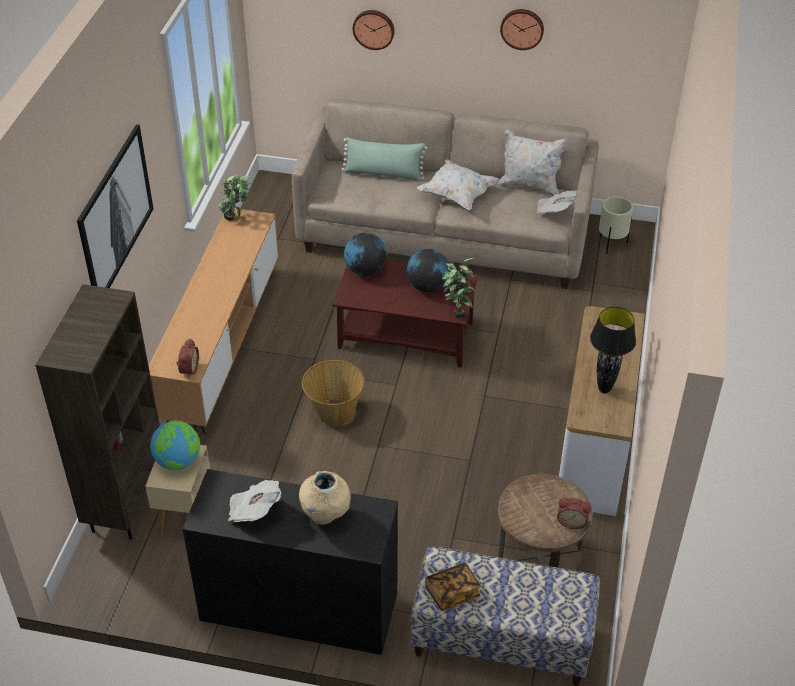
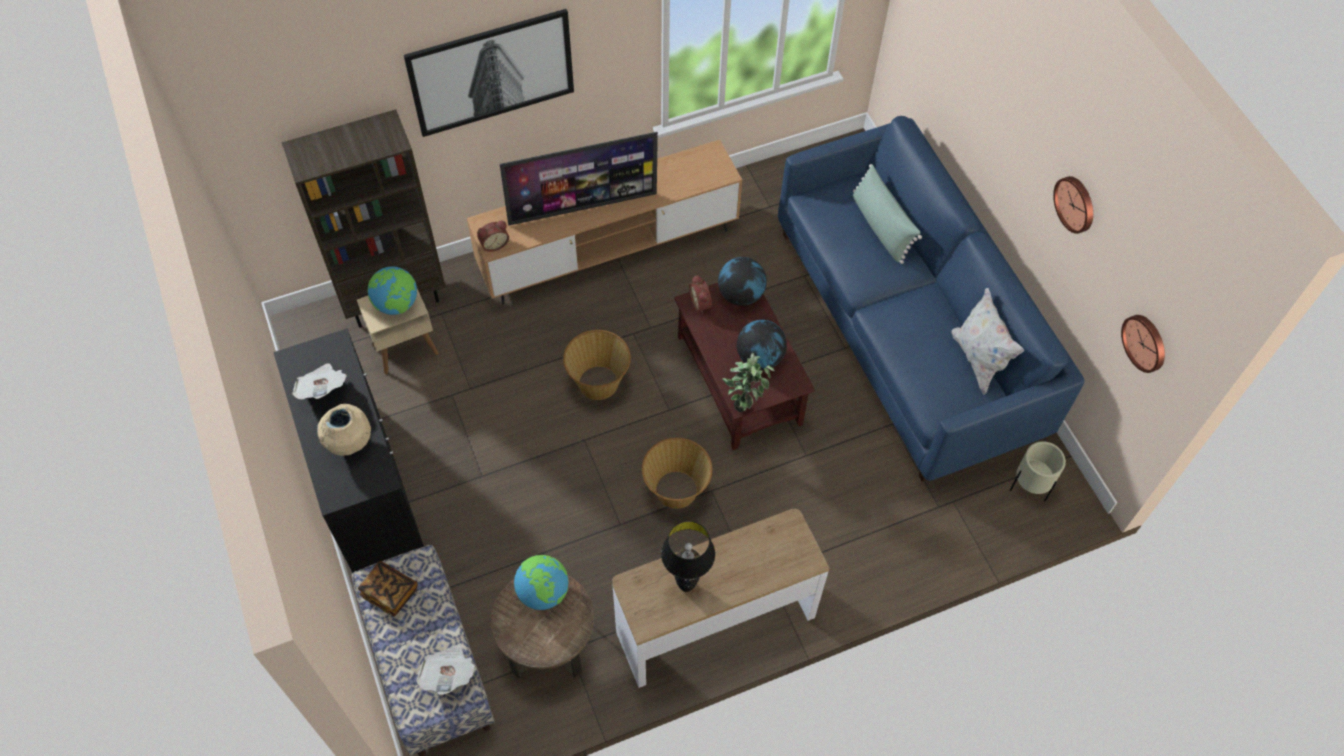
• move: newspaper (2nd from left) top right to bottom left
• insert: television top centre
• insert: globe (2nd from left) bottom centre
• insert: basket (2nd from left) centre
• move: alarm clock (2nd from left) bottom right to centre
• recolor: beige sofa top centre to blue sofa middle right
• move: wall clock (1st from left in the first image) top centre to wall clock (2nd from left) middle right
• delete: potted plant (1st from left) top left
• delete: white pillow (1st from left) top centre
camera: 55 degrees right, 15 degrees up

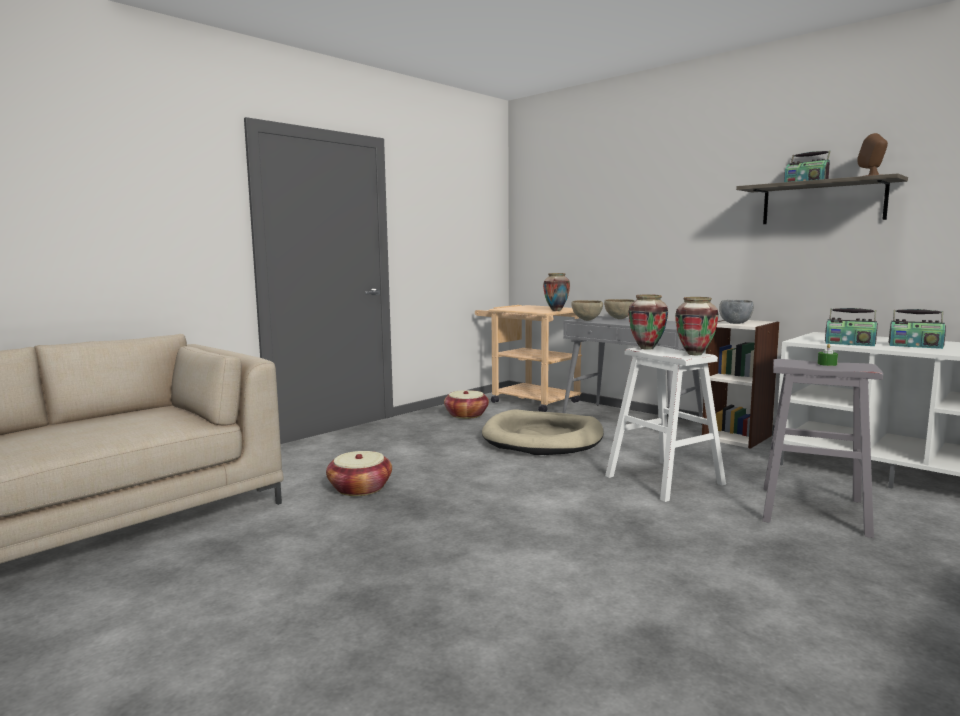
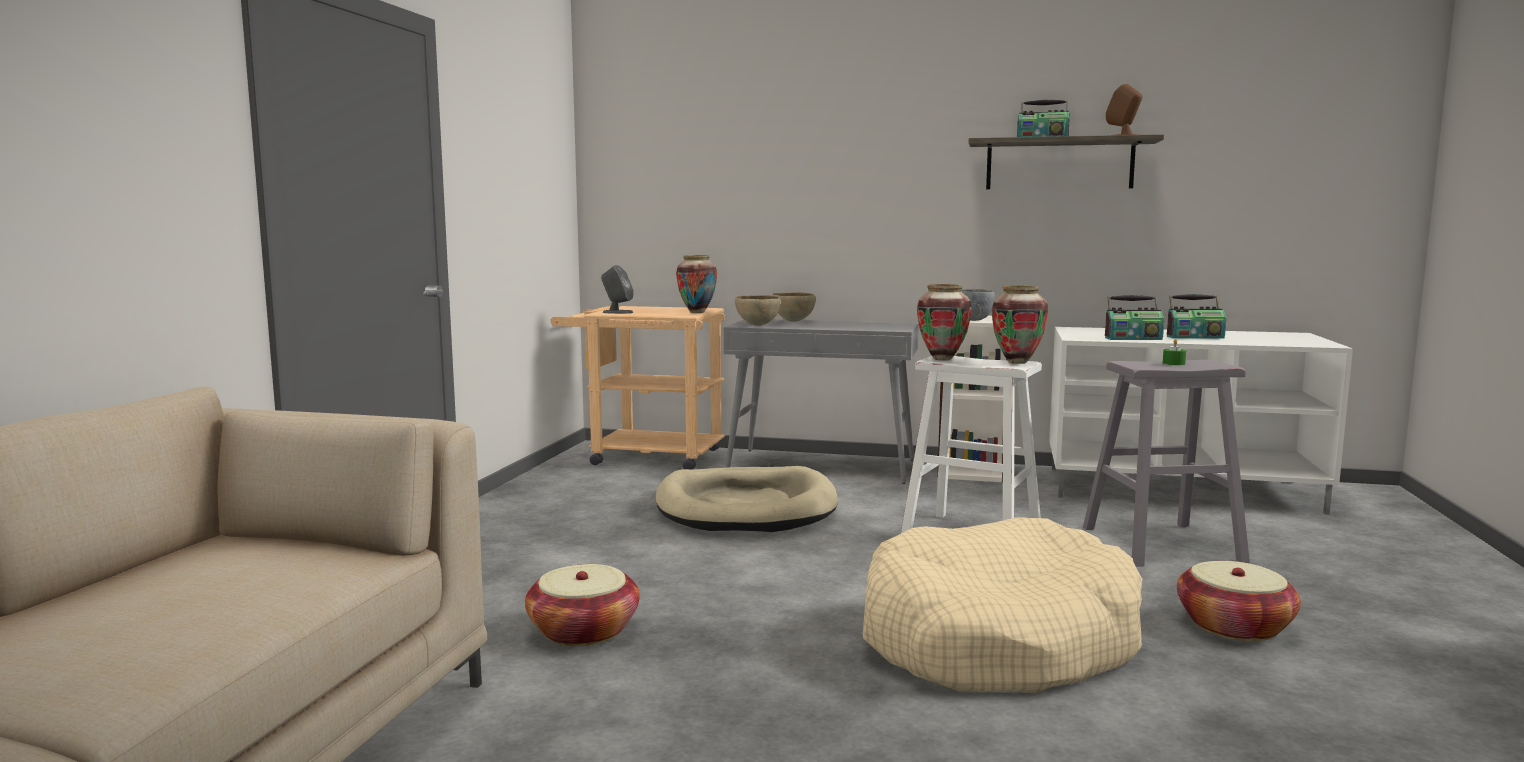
• insert: grey speaker centre
• insert: beige dog bed (2nd from left) bottom centre
• move: basket (2nd from left) centre to bottom right
camera: 30 degrees left, 0 degrees up

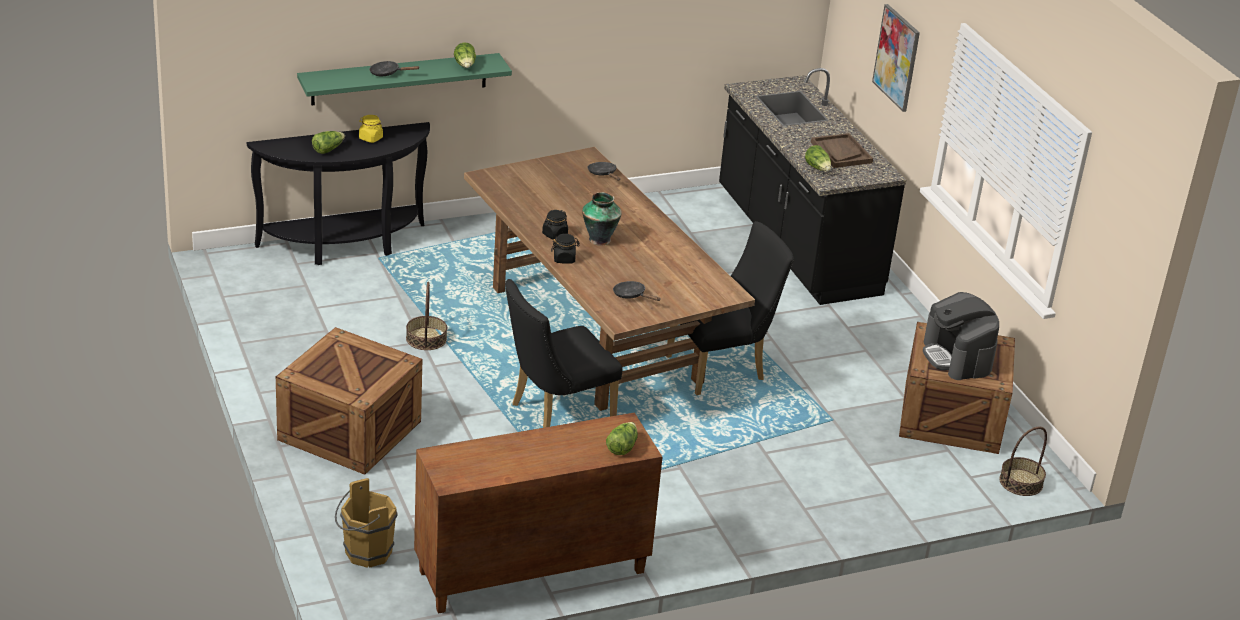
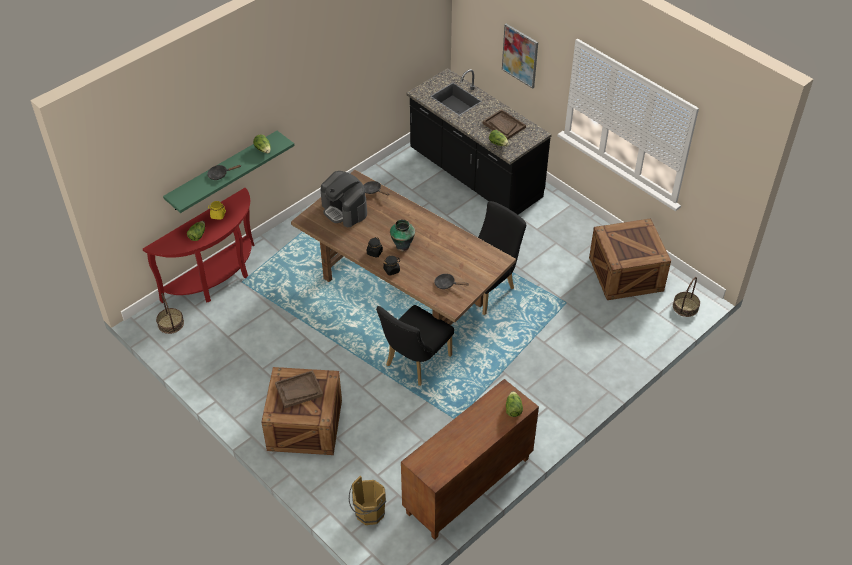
• recolor: black console table top left to red console table middle left
• move: basket (1st from left) centre to middle left
• insert: brown tray (1st from left) bottom centre
• move: coffee machine middle right to centre
camera: 20 degrees left, 15 degrees up

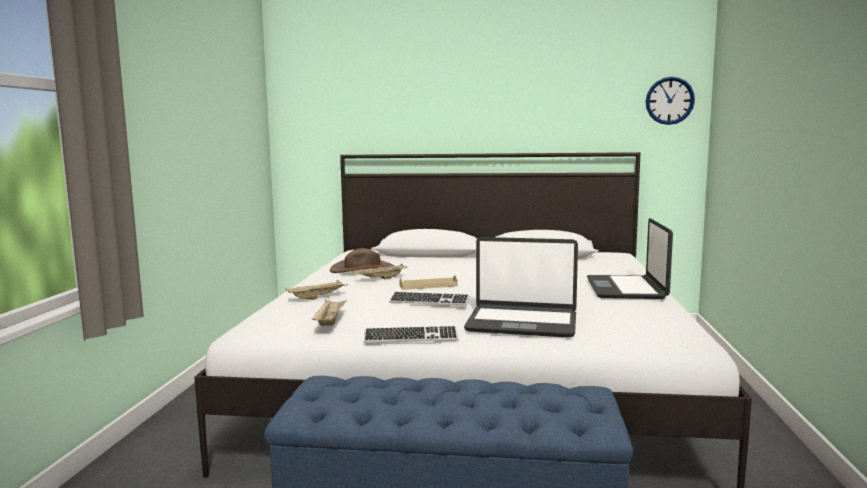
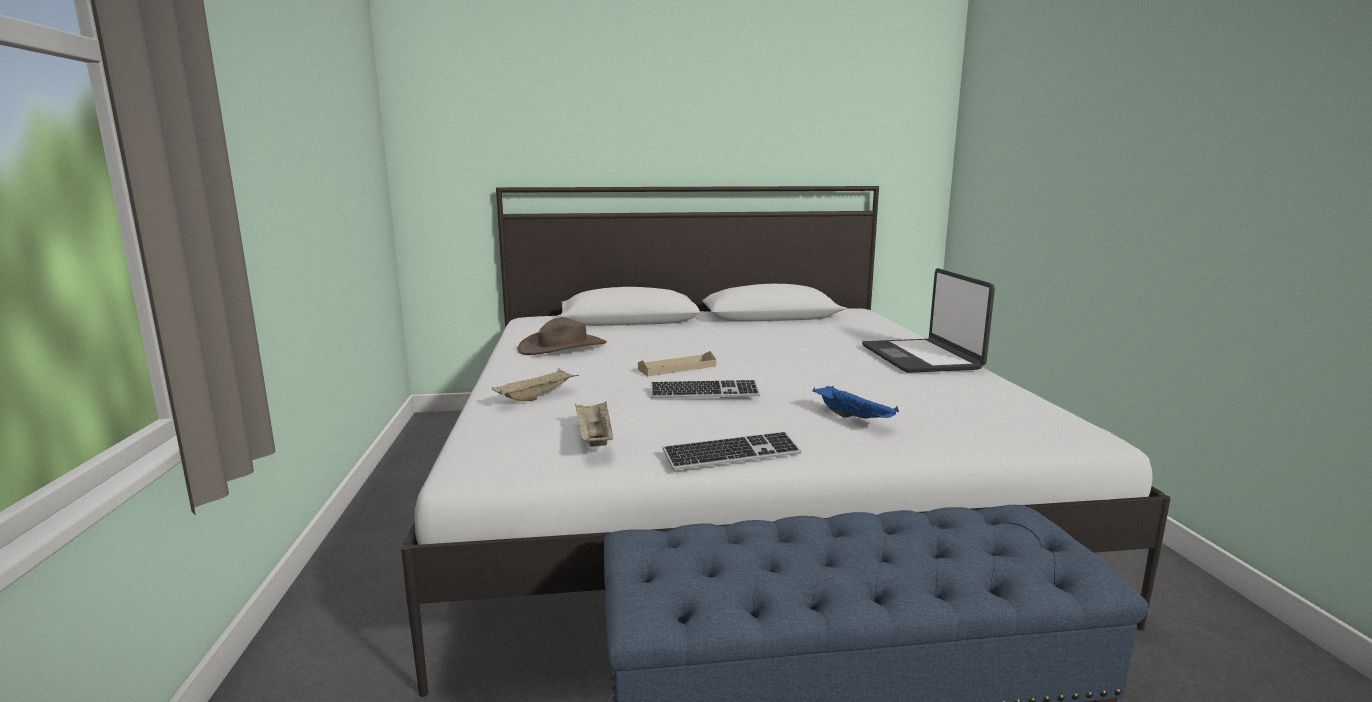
• replace: laptop (1st from left) centre to blue tray centre
• delete: beige tray (3rd from left) centre
• delete: wall clock top right
camera: 15 degrees left, 5 degrees up

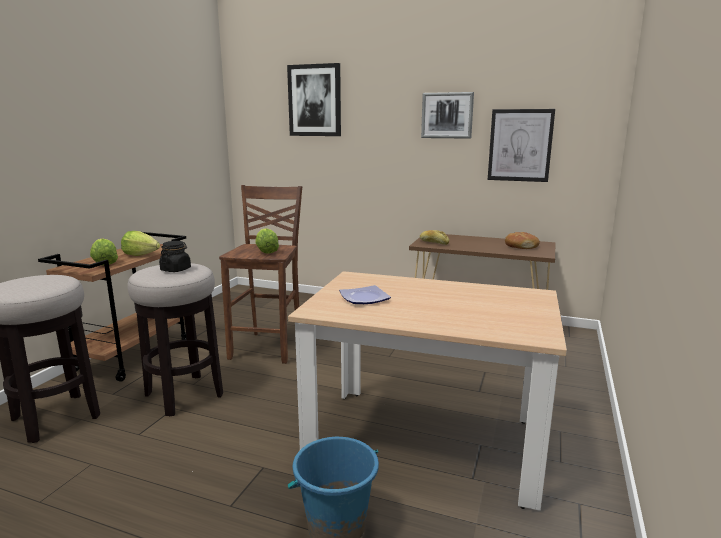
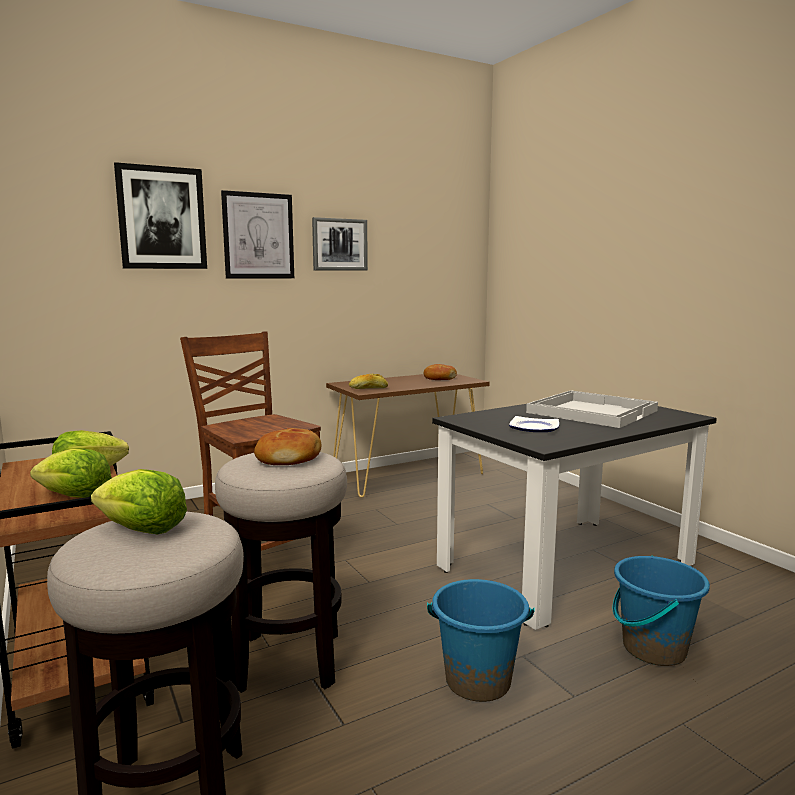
• move: lettuce (3rd from left) centre to middle left
• move: picture (3rd from left in the first image) top right to picture (2nd from left) top left
• replace: black jar middle left to bread (1st from left) centre
• insert: blue bucket (1st from left) bottom centre
• recolor: beige dining table bottom centre to black dining table middle right
• insert: white tray middle right
camera: 50 degrees left, 5 degrees down

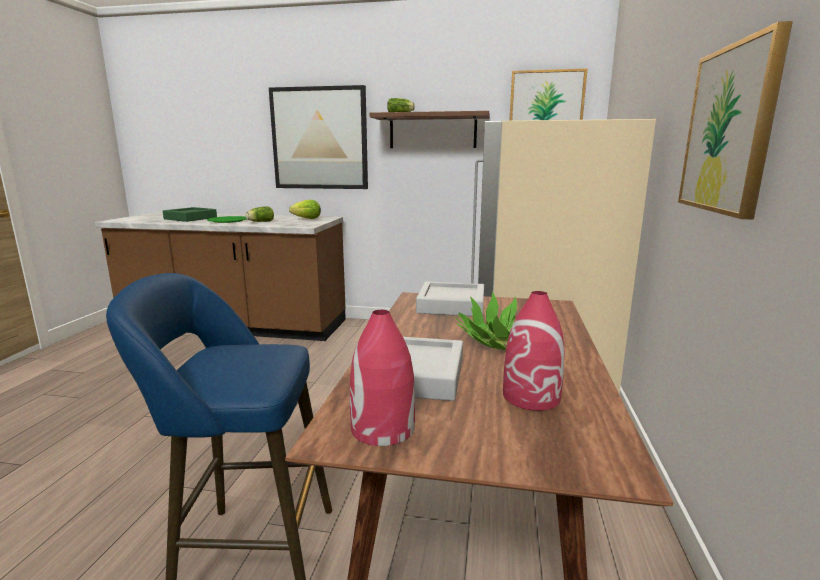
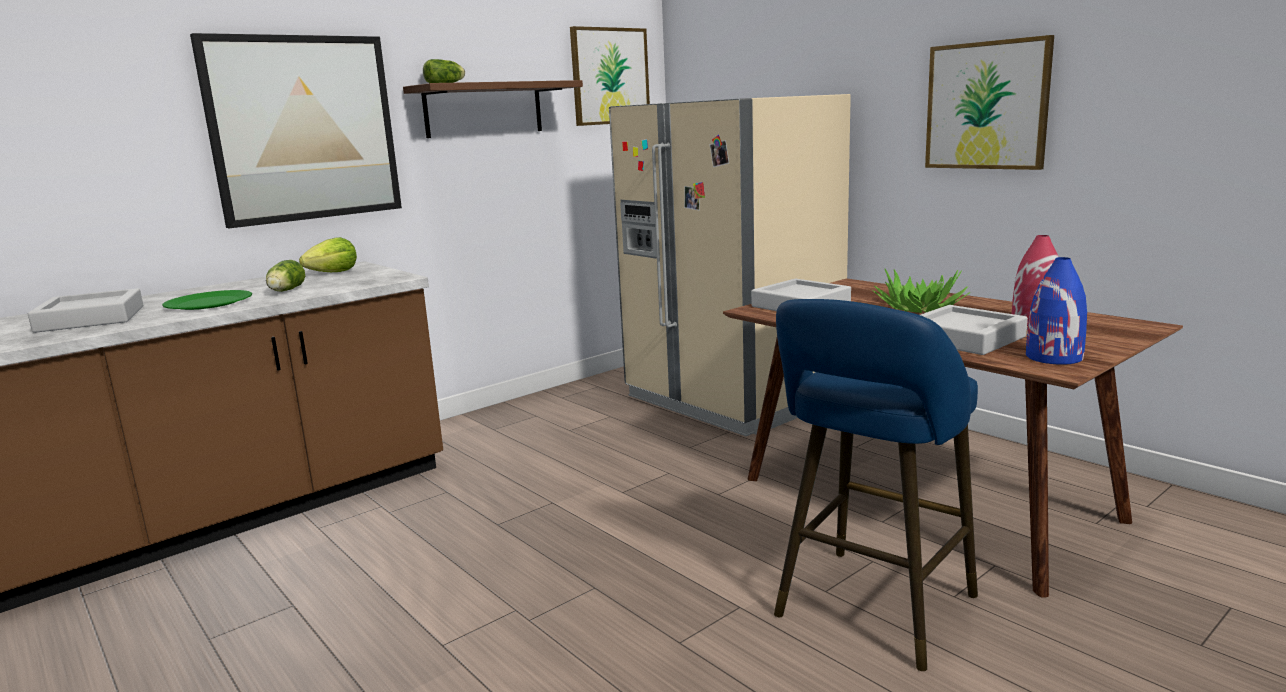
• recolor: green tray middle left to grey tray (1st from left) middle left
• recolor: red vase (1st from left) centre to blue vase middle right
camera: 50 degrees left, 0 degrees up

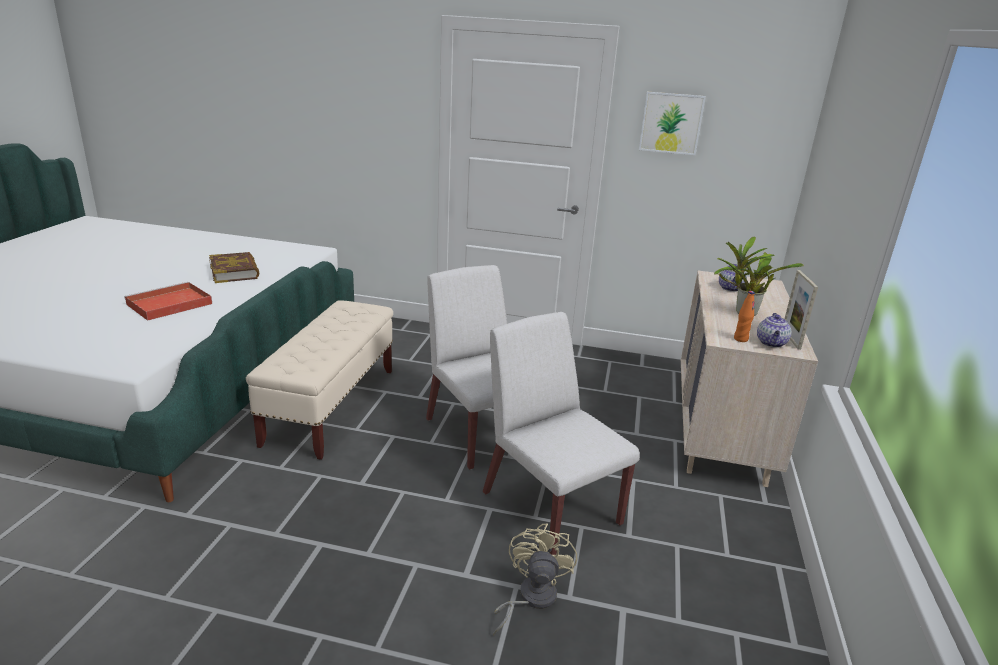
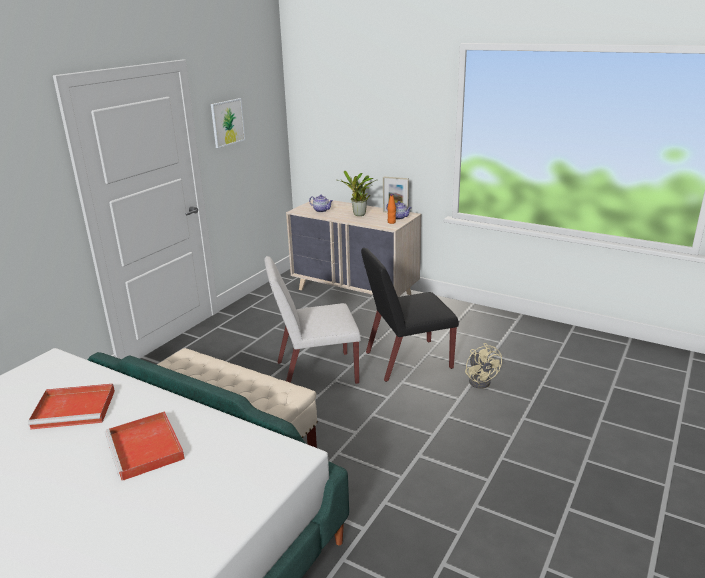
• replace: book middle left to red tray (1st from left) bottom left
• recolor: white chair (2nd from left) centre to black chair centre
• rotate: beige fan bottom centre = middle right 135 degrees counterclockwise
camera: 70 degrees left, 0 degrees up

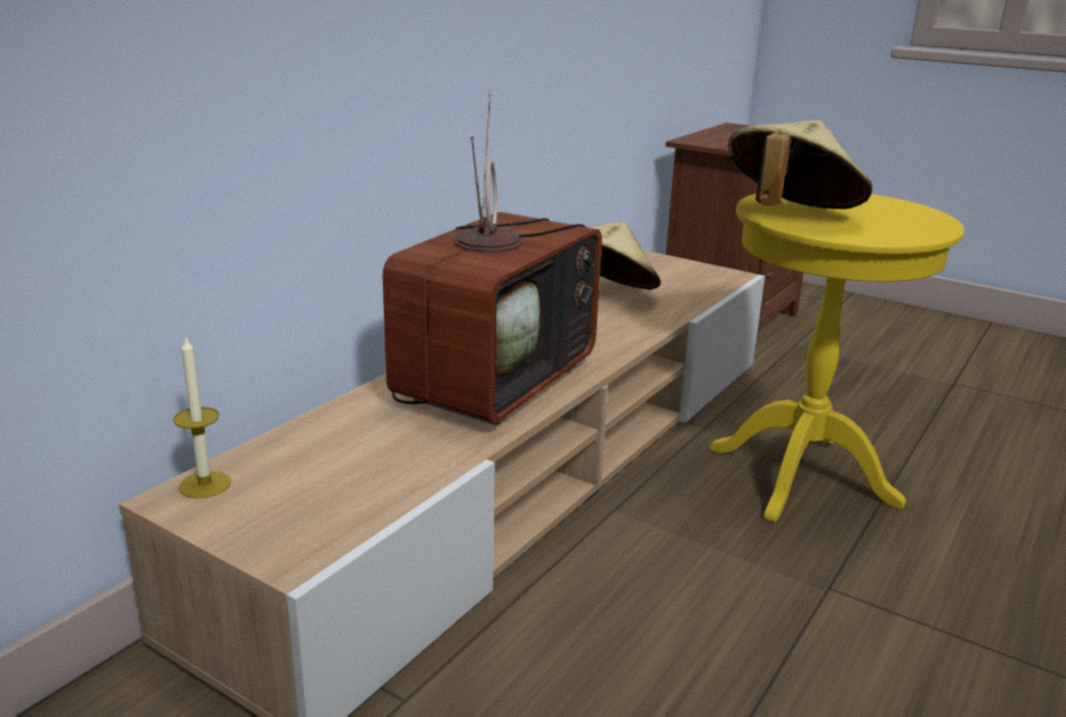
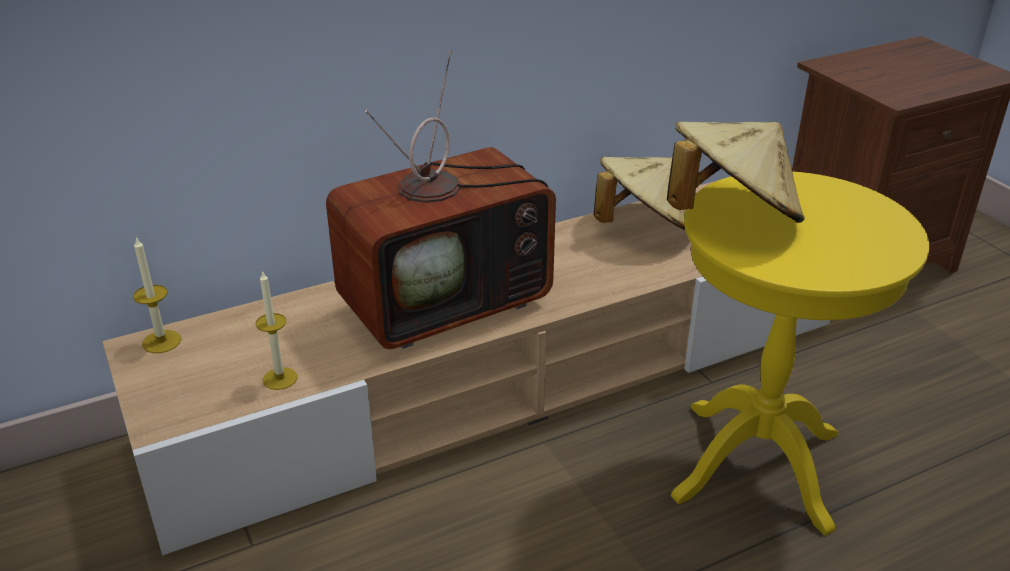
• insert: candle (2nd from left) middle left
camera: 30 degrees right, 10 degrees up

